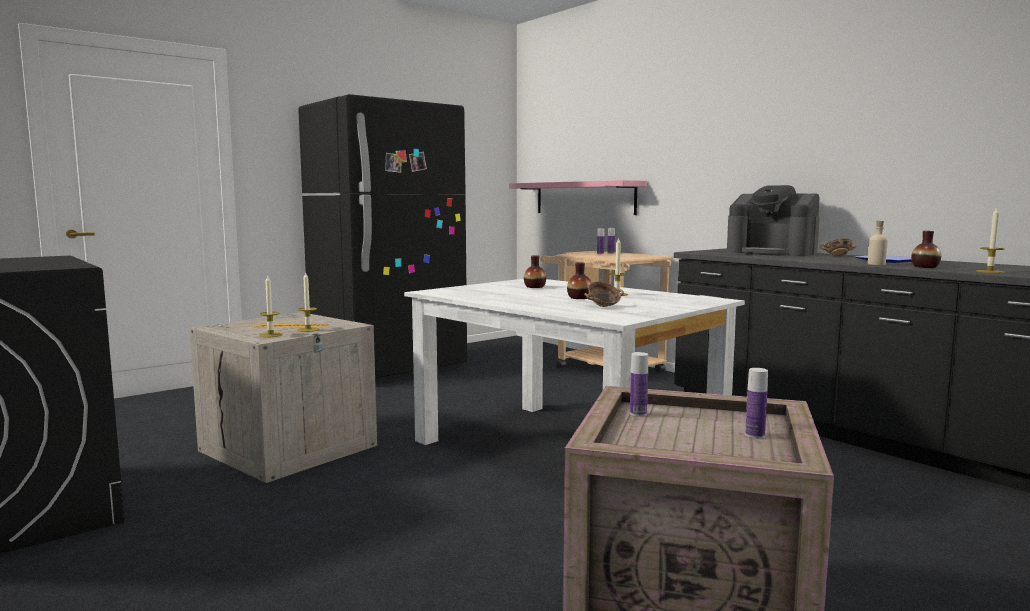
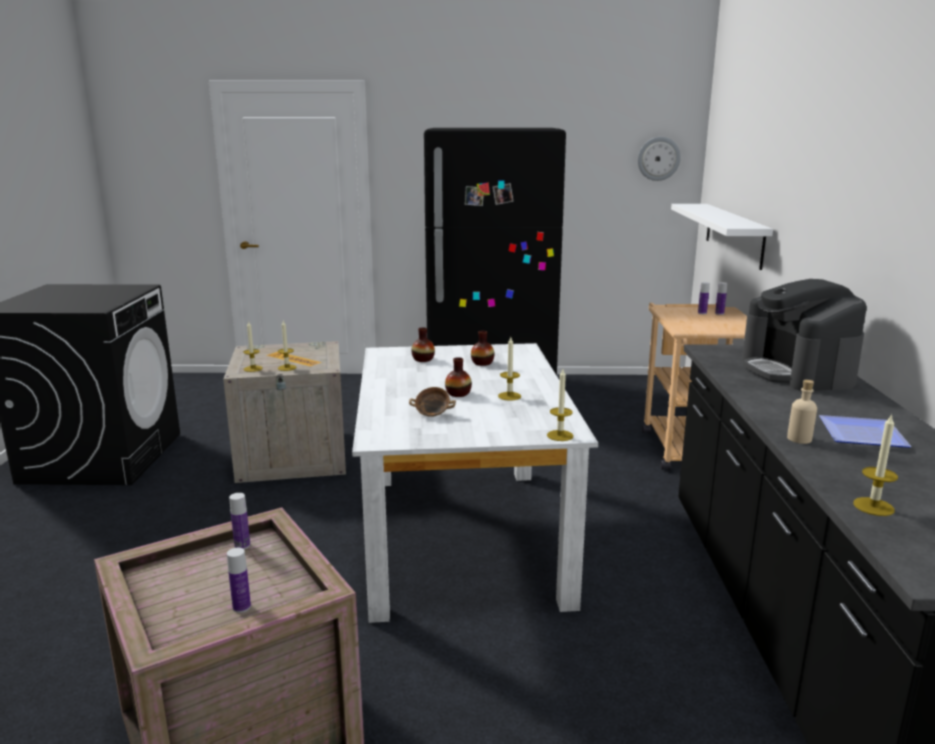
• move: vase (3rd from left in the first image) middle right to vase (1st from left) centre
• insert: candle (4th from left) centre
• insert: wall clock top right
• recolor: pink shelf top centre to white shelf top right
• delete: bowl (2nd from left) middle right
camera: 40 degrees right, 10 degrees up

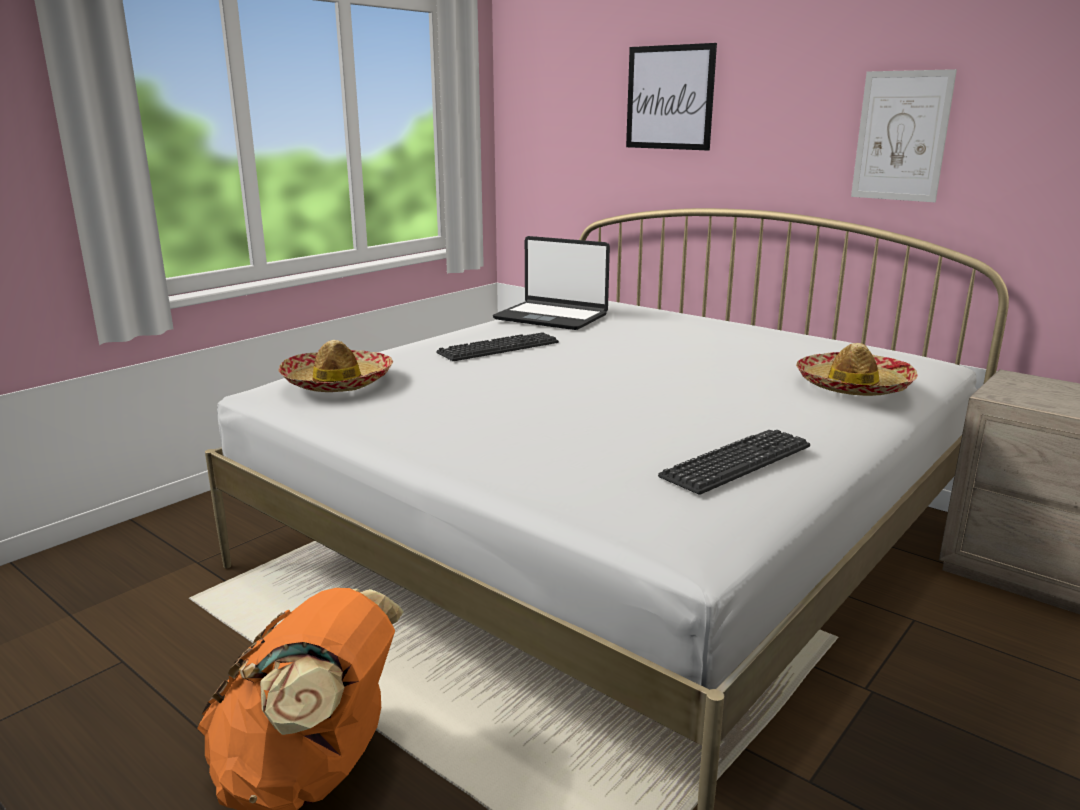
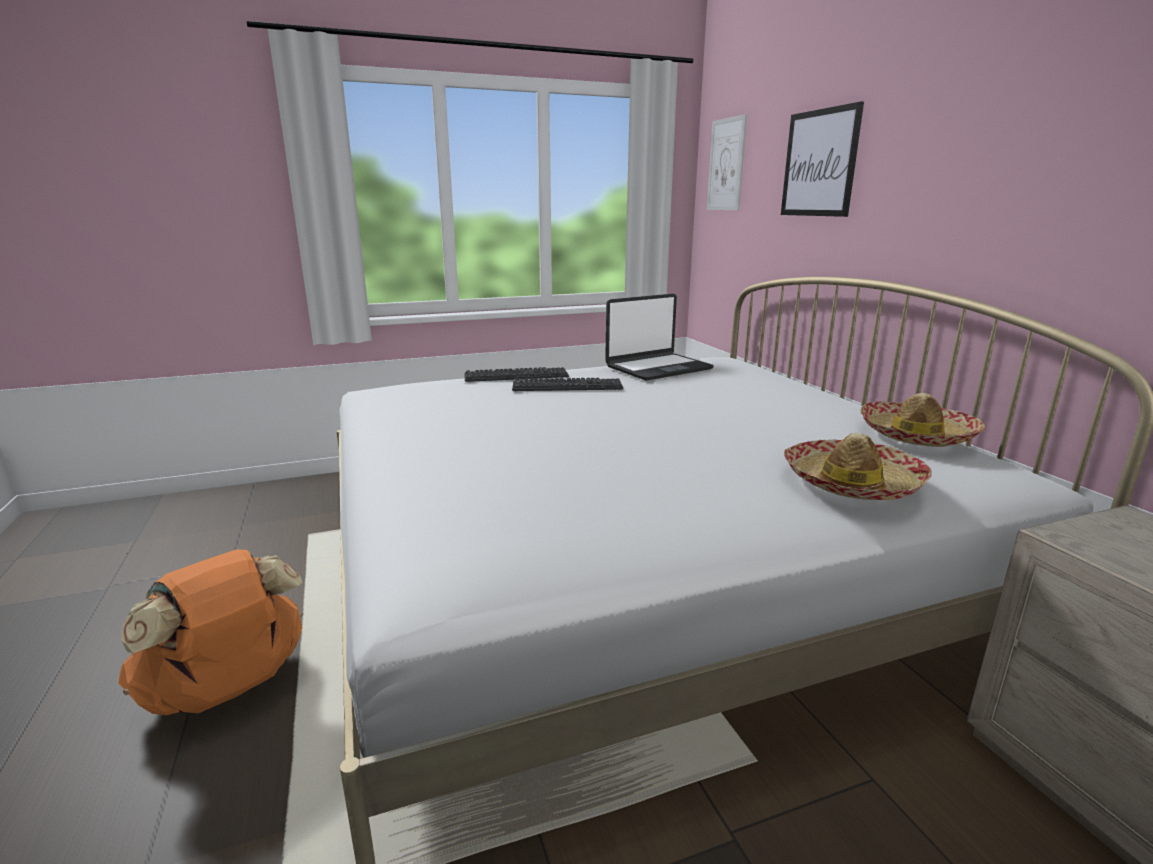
• move: keyboard (2nd from left in the first image) middle right to keyboard (1st from left) centre
• rotate: laptop centre = centre 90 degrees counterclockwise
• move: picture (2nd from left in the first image) top right to picture (1st from left) top centre
• move: hat (1st from left in the first image) middle left to hat (2nd from left) middle right
camera: 30 degrees right, 0 degrees up

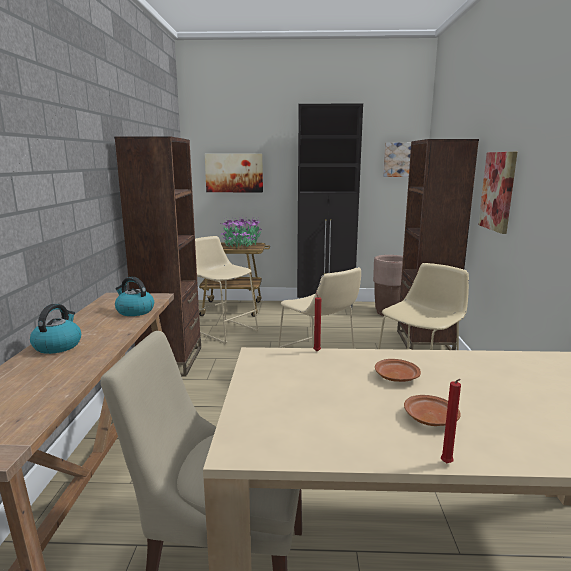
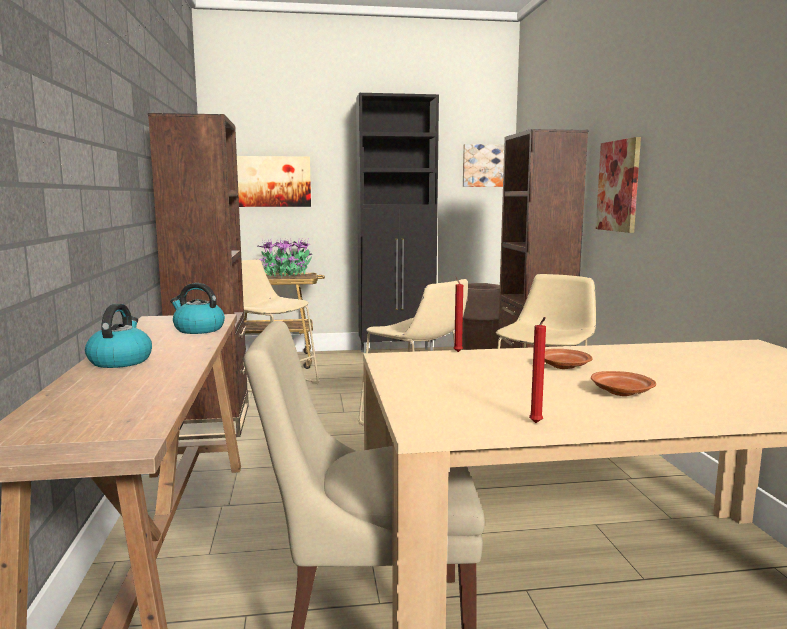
• move: red candle (2nd from left) bottom right to middle right
camera: 10 degrees left, 5 degrees down

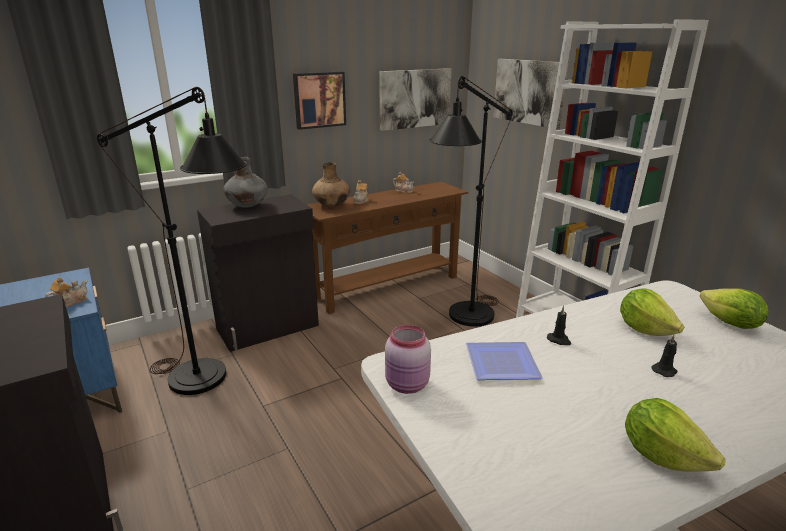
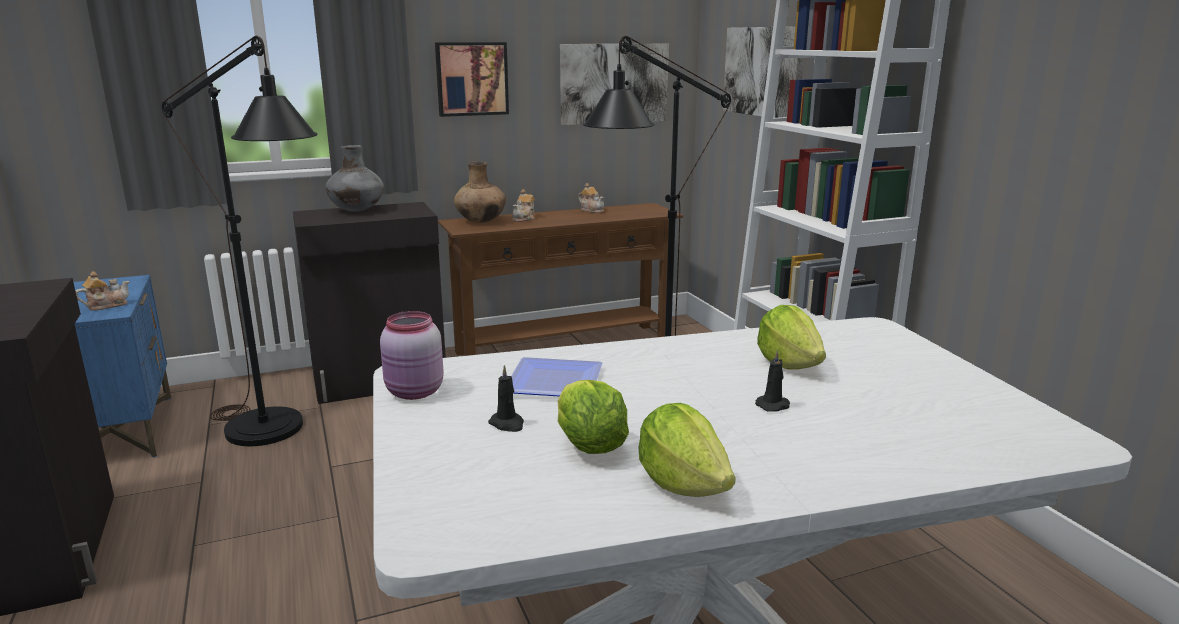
• move: black candle (1st from left) middle right to centre
• move: lettuce (3rd from left in the first image) middle right to lettuce (1st from left) bottom centre
camera: 10 degrees right, 5 degrees down

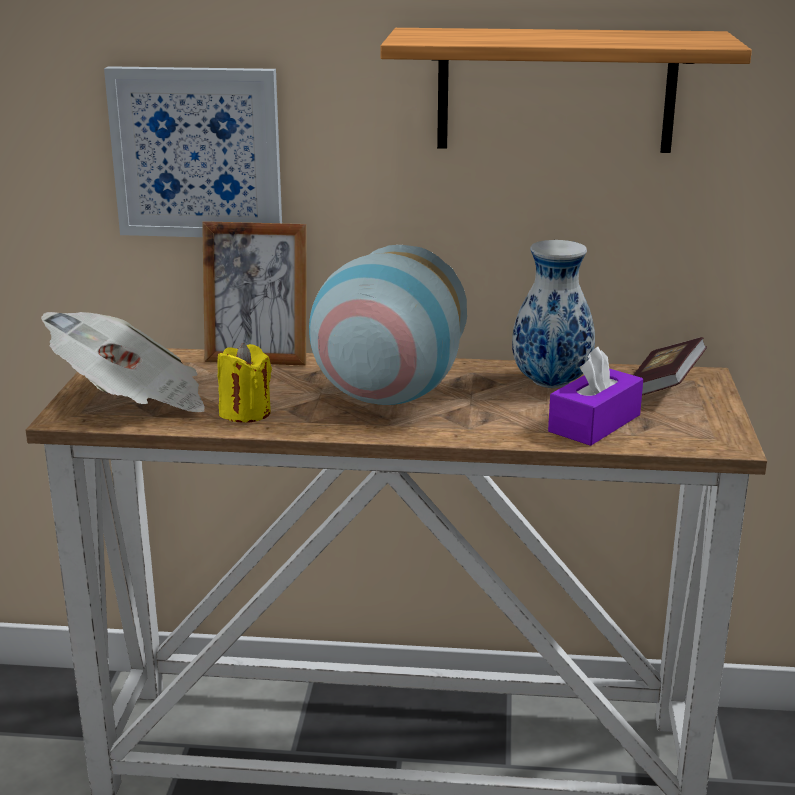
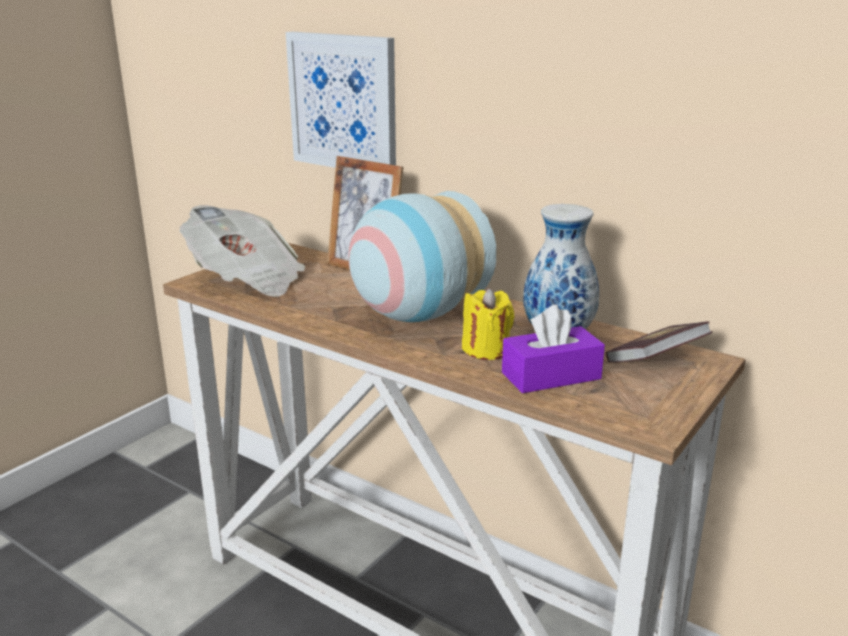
• move: yellow candle middle left to centre
• delete: shelf top right
camera: 30 degrees right, 0 degrees up

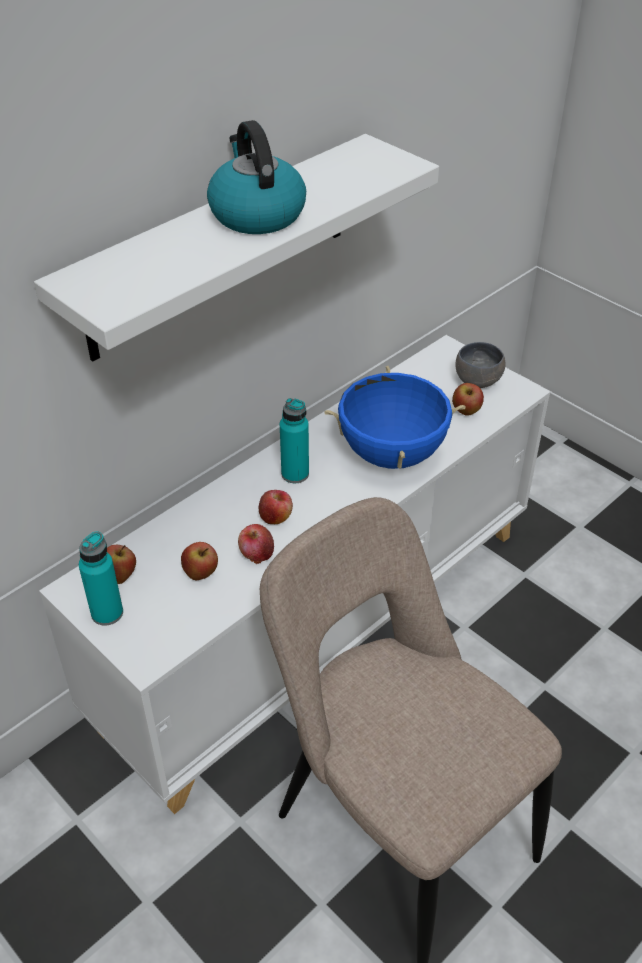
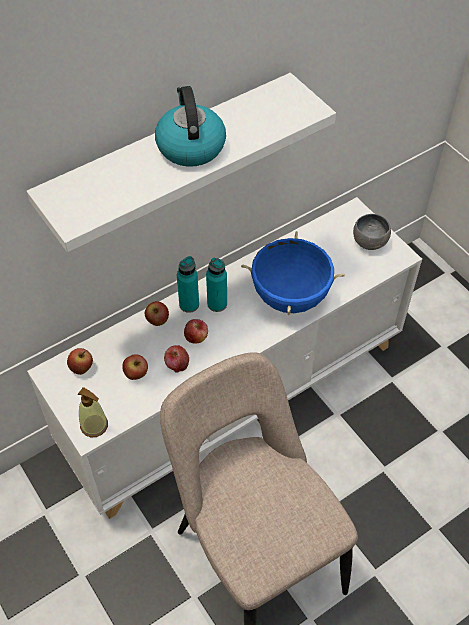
• insert: soap dispenser middle left
• move: apple (5th from left in the first image) middle right to apple (3rd from left) centre
• move: turquoise bottle (1st from left) middle left to centre
camera: 10 degrees right, 10 degrees up

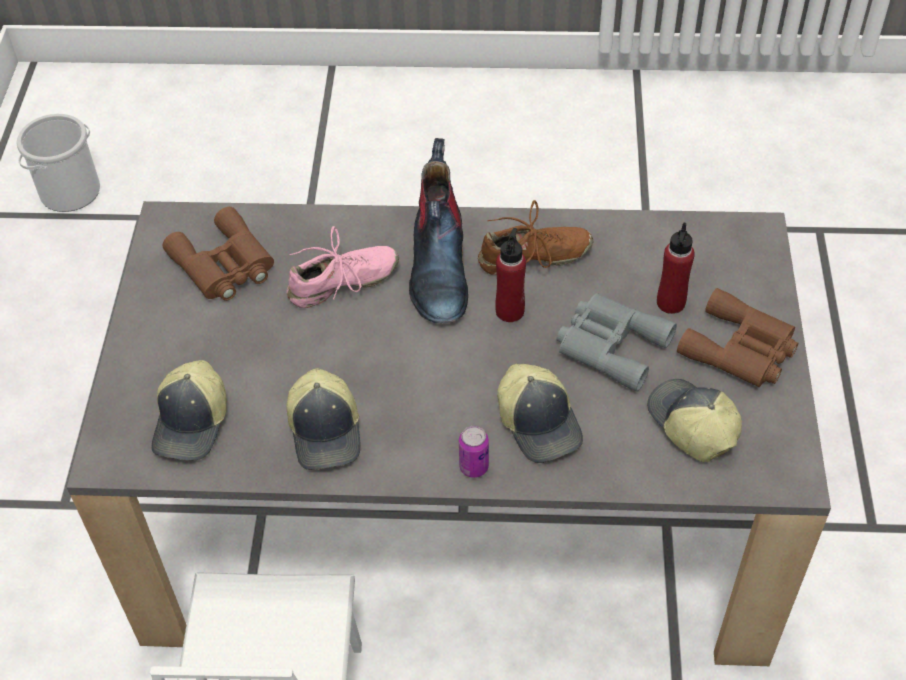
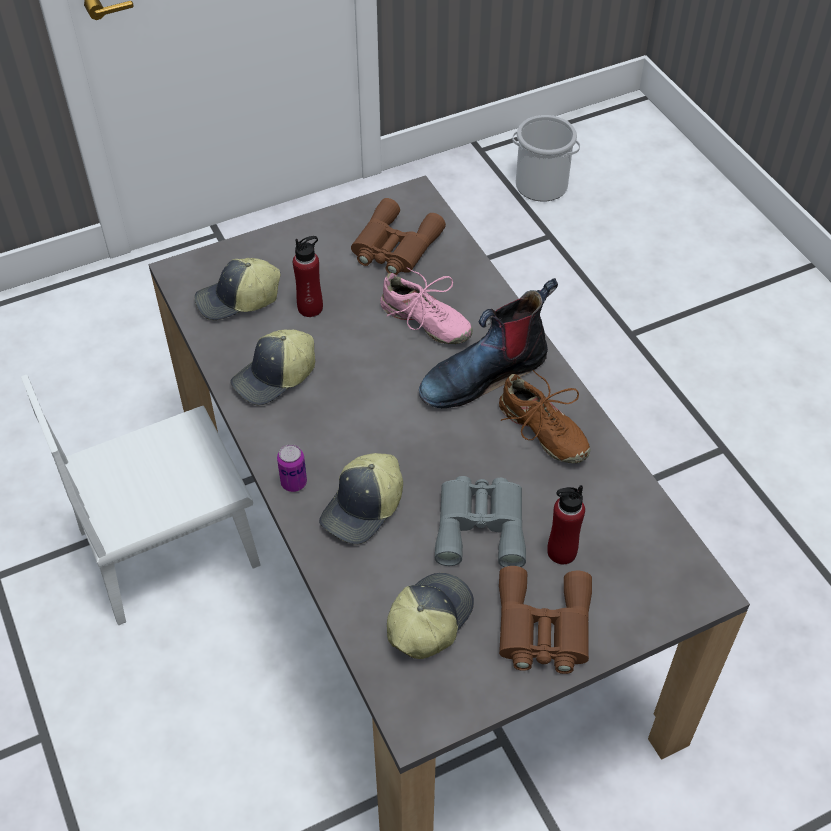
• move: red bottle (1st from left) centre to top centre
camera: 60 degrees right, 0 degrees up

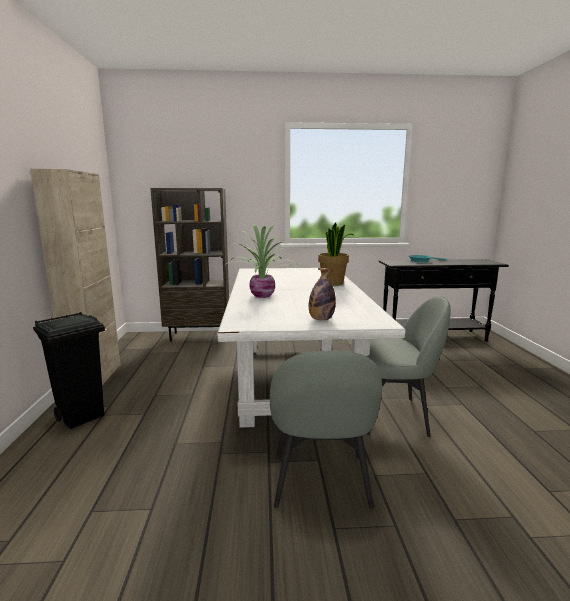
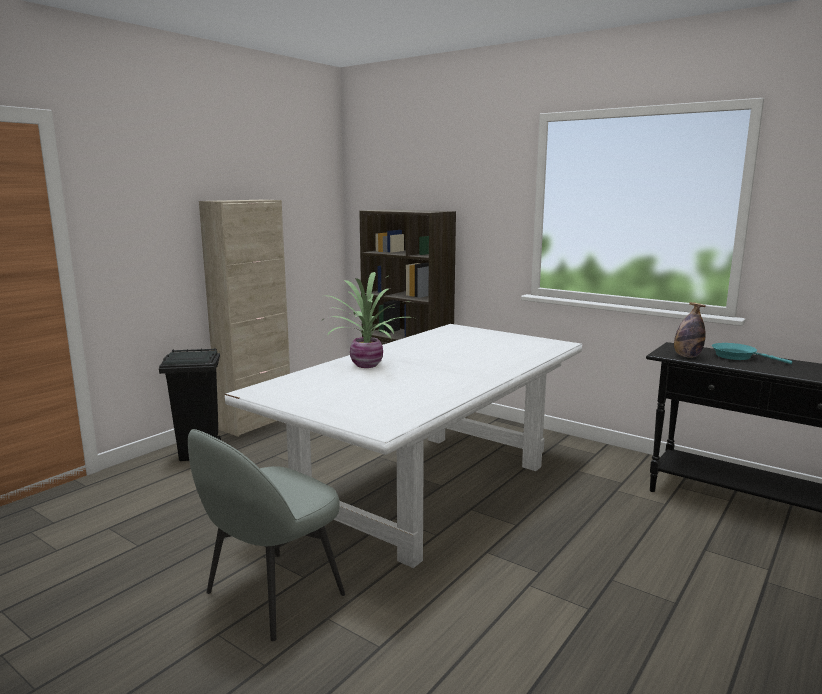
• move: bottle centre to middle right
• delete: potted plant (2nd from left) centre
• delete: grey chair (2nd from left) middle right
camera: 40 degrees right, 0 degrees up

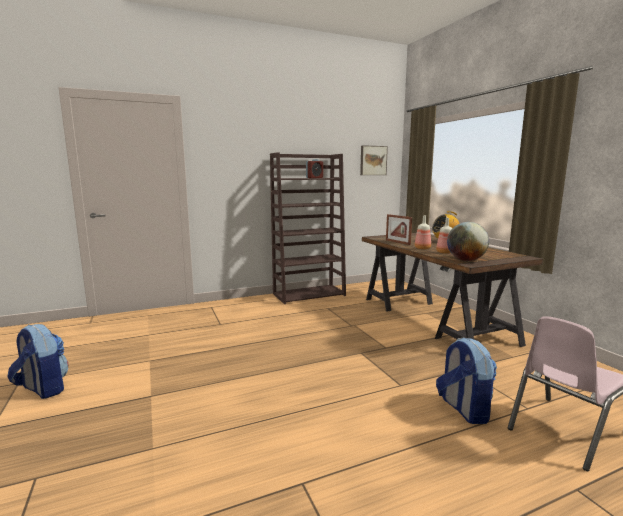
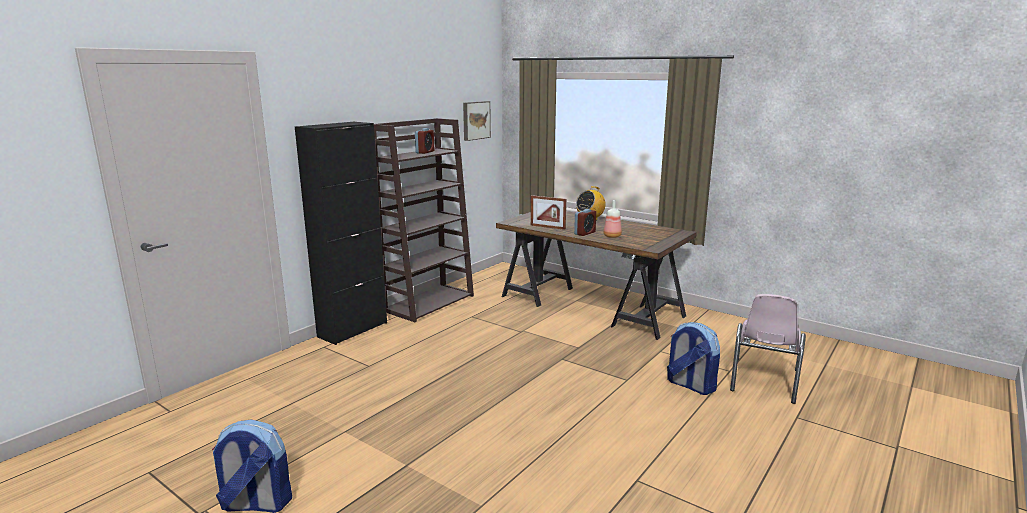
• insert: black cabinet middle left
• replace: bottle (1st from left) middle right to alarm clock (2nd from left) centre
• delete: globe middle right
camera: 30 degrees left, 5 degrees up

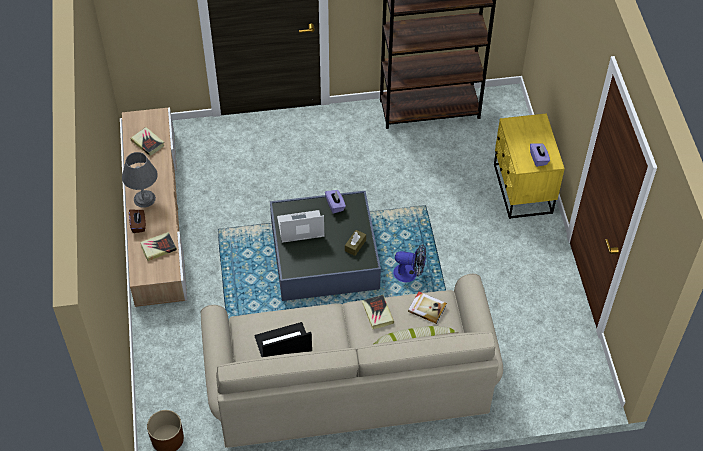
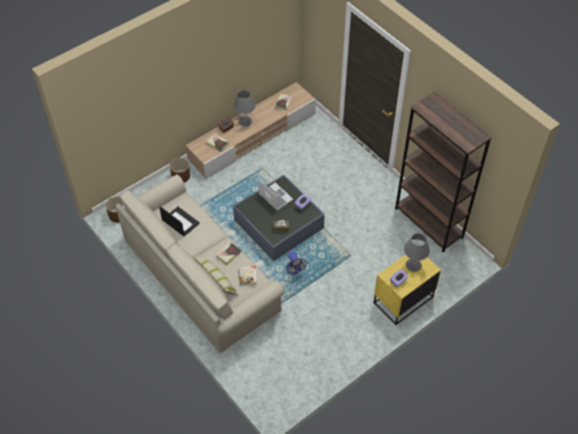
• insert: brown planter (2nd from left) middle left
• insert: grey table lamp (2nd from left) middle right
camera: 60 degrees right, 0 degrees up

